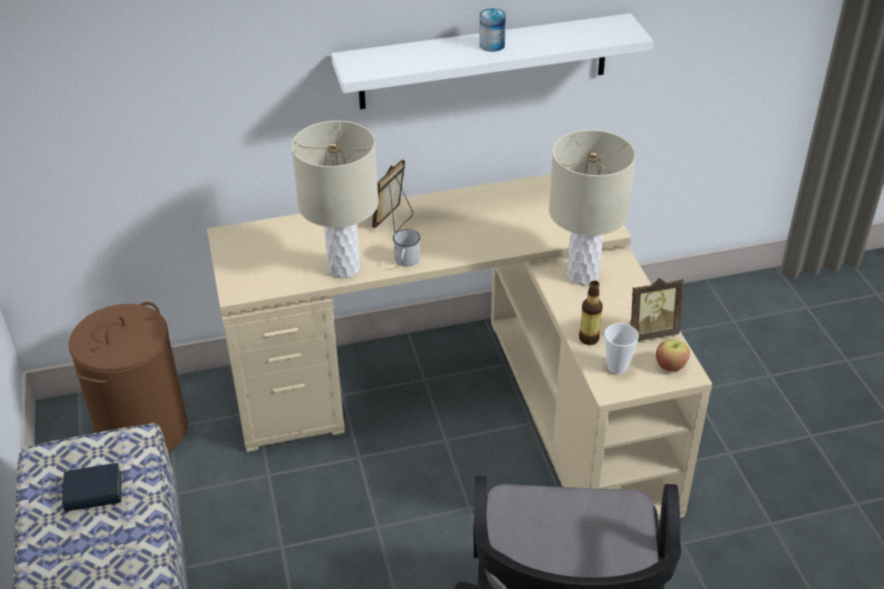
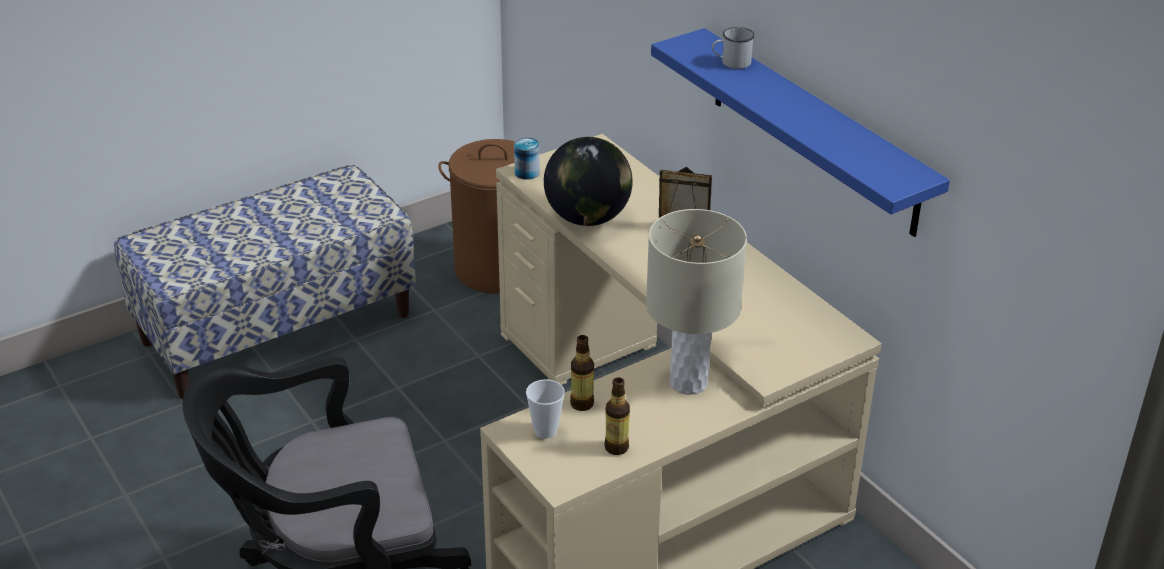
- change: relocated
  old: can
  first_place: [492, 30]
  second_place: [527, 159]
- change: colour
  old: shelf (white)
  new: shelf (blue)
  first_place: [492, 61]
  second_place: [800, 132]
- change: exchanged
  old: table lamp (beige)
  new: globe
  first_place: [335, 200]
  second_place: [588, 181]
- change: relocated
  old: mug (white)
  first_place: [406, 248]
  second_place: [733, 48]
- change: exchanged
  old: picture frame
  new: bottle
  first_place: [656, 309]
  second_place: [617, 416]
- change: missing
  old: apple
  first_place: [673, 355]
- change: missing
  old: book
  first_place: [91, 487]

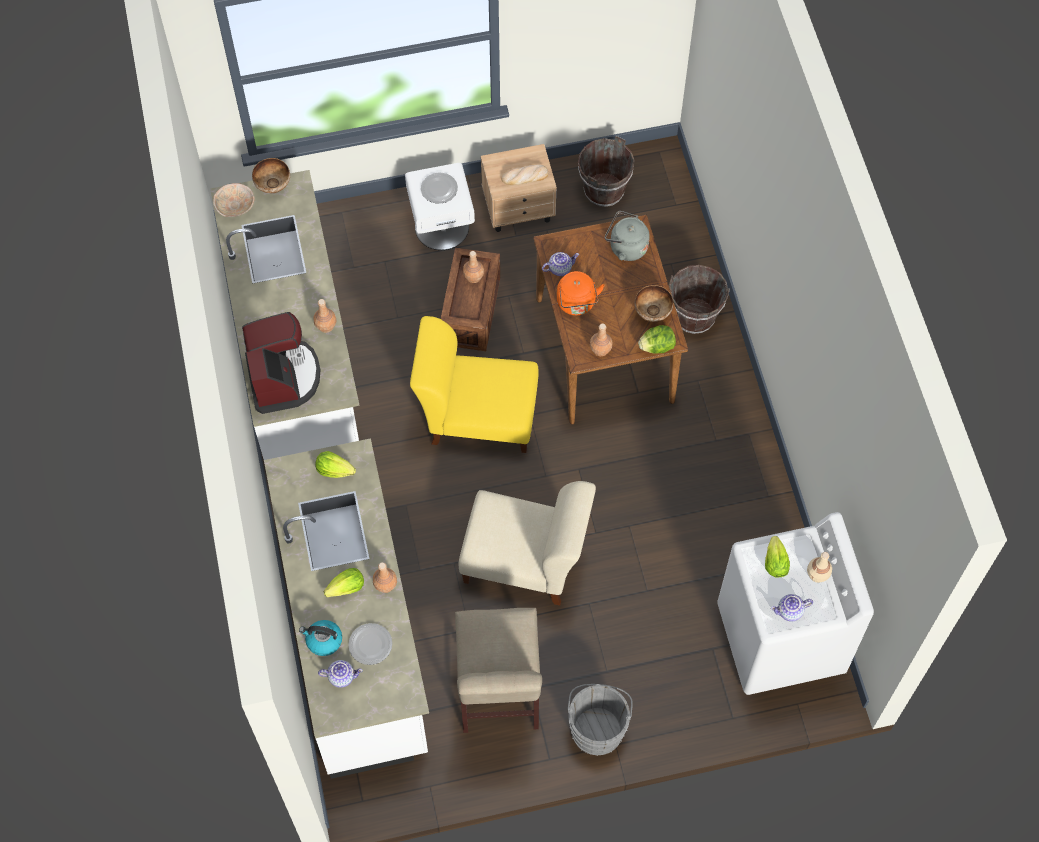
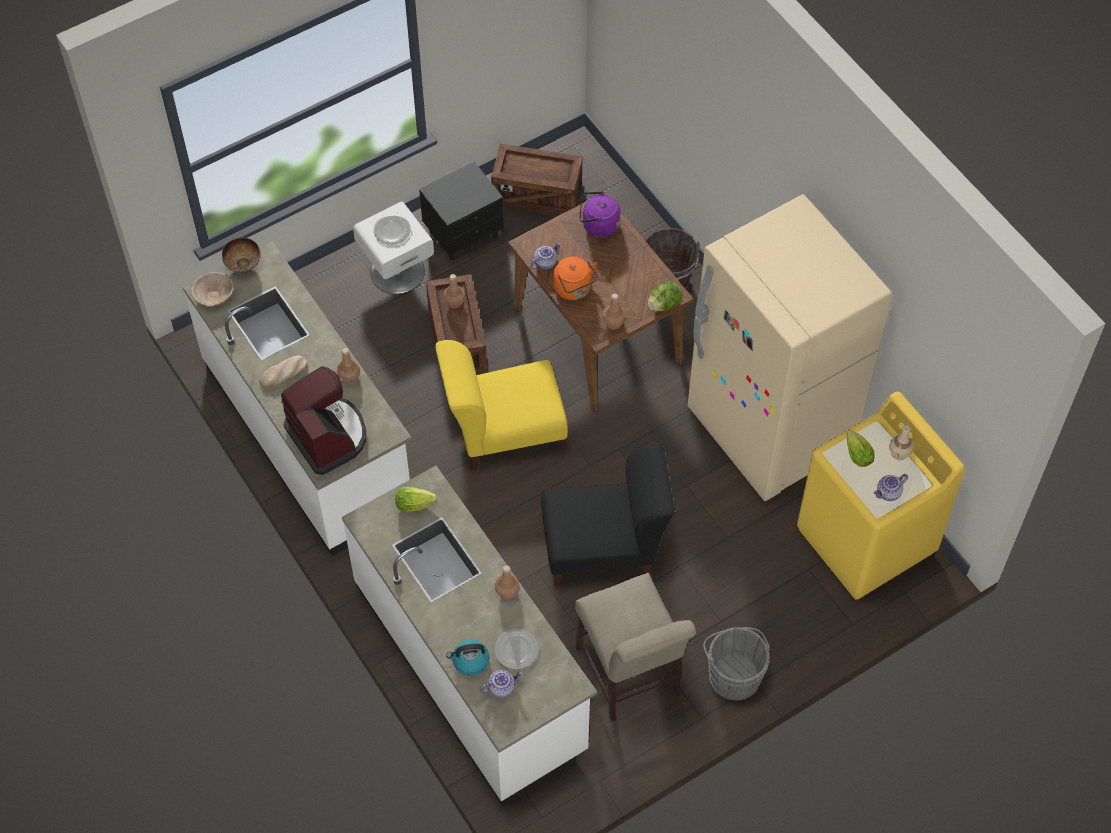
- change: exchanged
  old: bucket (brown)
  new: crate
  first_place: [606, 171]
  second_place: [536, 179]
- change: colour
  old: nightstand (beige)
  new: nightstand (black)
  first_place: [519, 188]
  second_place: [461, 211]
- change: relocated
  old: bread
  first_place: [525, 174]
  second_place: [283, 371]
- change: colour
  old: kettle (grey)
  new: kettle (purple)
  first_place: [627, 236]
  second_place: [600, 214]
- change: missing
  old: bowl
  first_place: [654, 303]
- change: colour
  old: chair (beige)
  new: chair (black)
  first_place: [527, 543]
  second_place: [608, 514]
- change: colour
  old: washing machine (white)
  new: washing machine (yellow)
  first_place: [796, 603]
  second_place: [881, 496]
- change: missing
  old: lettuce
  first_place: [344, 582]
- change: appeared
  new: fridge (beige)
  second_place: [790, 347]

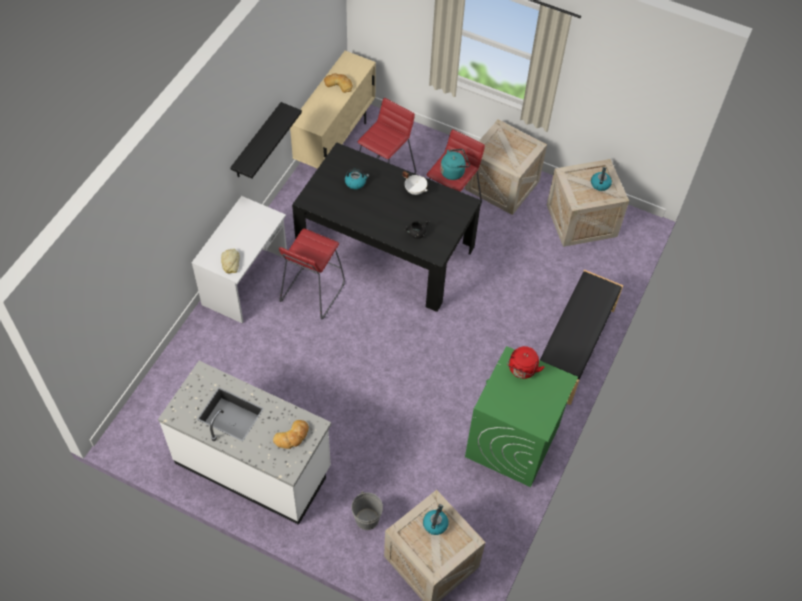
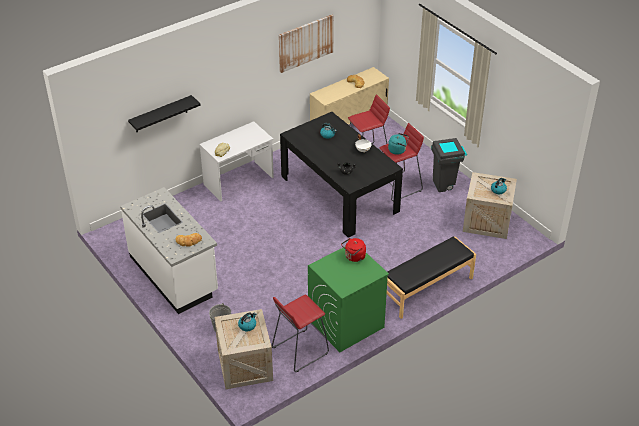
- change: relocated
  old: shelf (black)
  first_place: [266, 140]
  second_place: [164, 113]
- change: exchanged
  old: crate
  new: trash can (grey)
  first_place: [506, 167]
  second_place: [449, 165]
- change: relocated
  old: stool (red)
  first_place: [312, 273]
  second_place: [300, 333]
- change: appeared
  new: picture
  second_place: [306, 43]

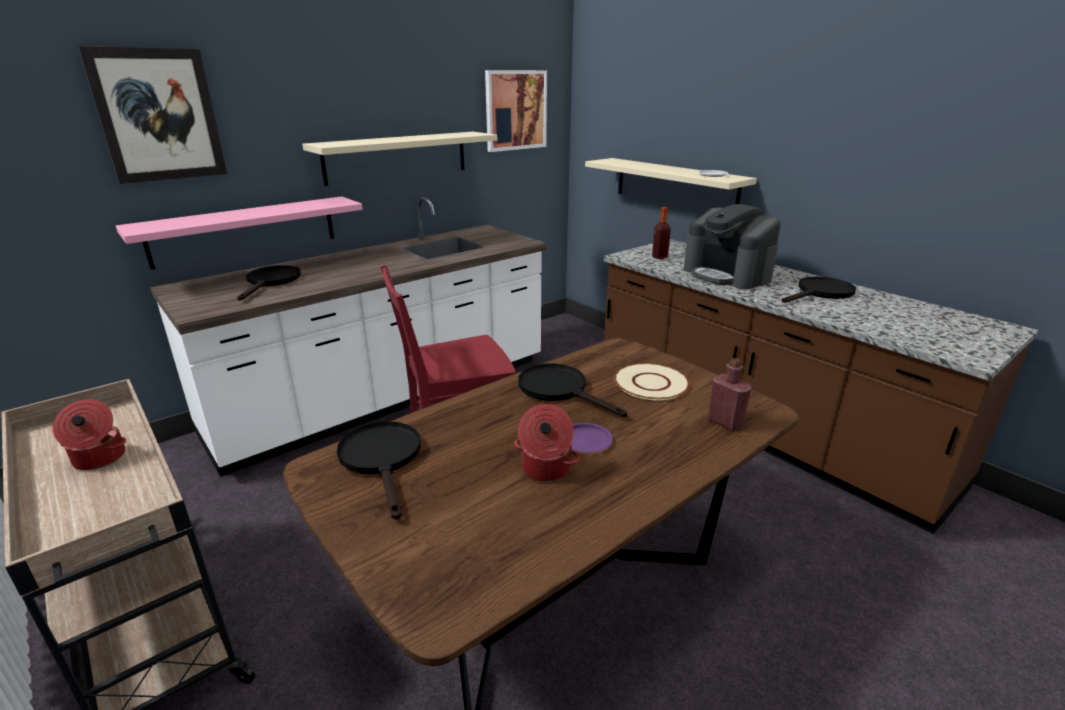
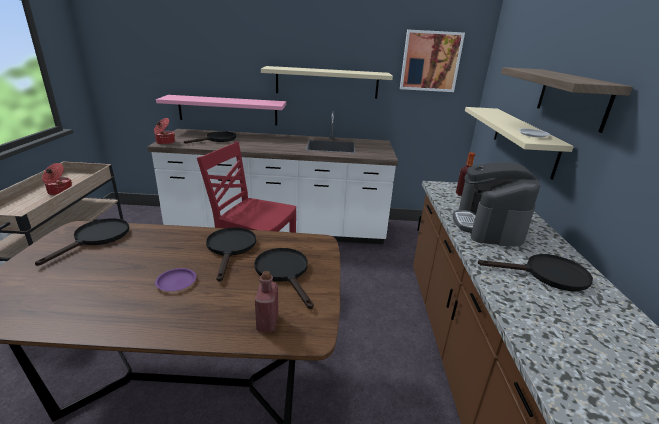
- change: missing
  old: picture
  first_place: [152, 115]
- change: exchanged
  old: plate (beige)
  new: frying pan (black)
  first_place: [652, 382]
  second_place: [284, 278]
- change: relocated
  old: cooking pot
  first_place: [547, 443]
  second_place: [164, 131]
- change: appeared
  new: shelf
  second_place: [567, 100]

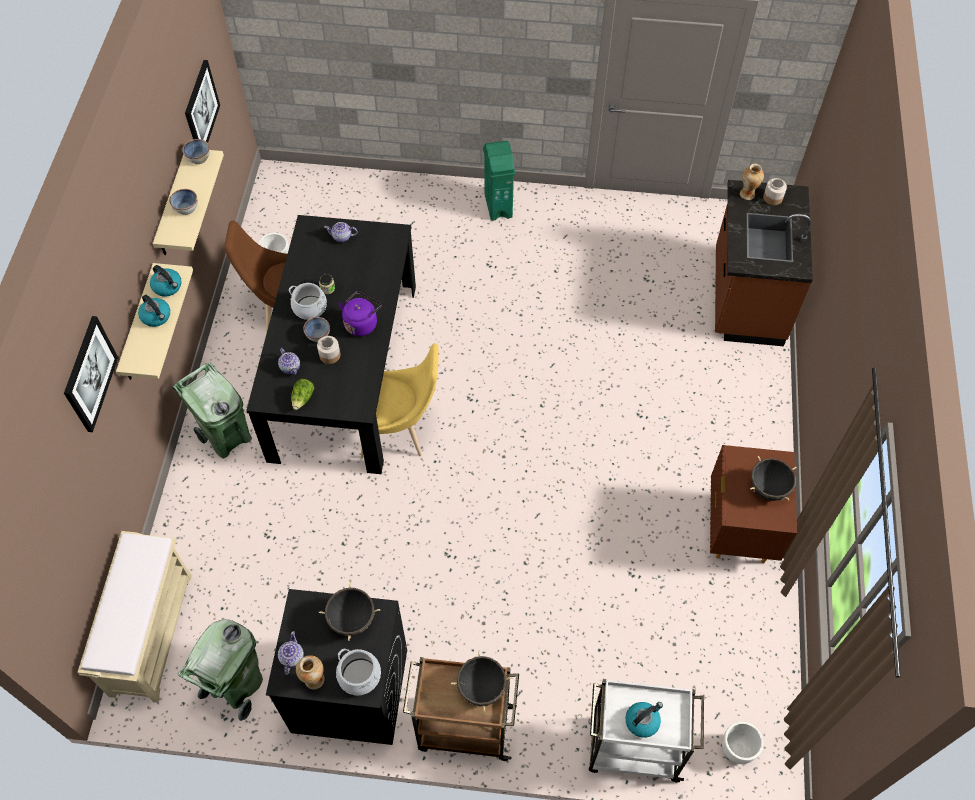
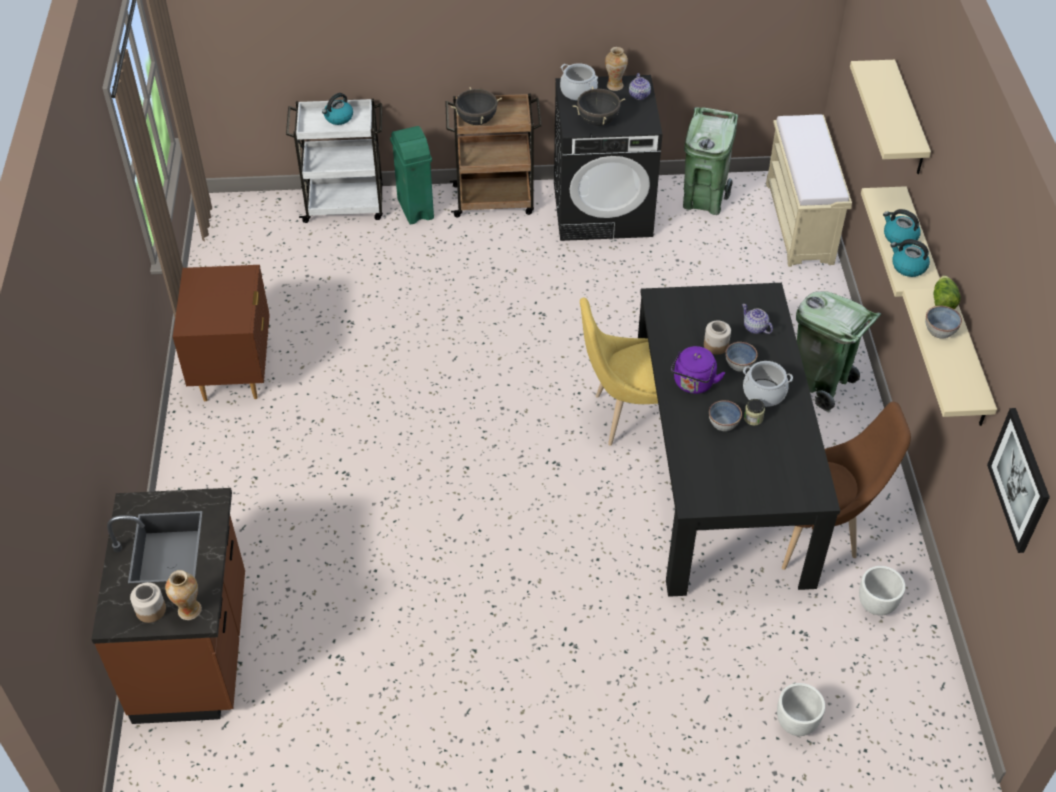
- change: relocated
  old: bowl
  first_place: [196, 151]
  second_place: [725, 415]
- change: relocated
  old: trash can (green)
  first_place: [499, 181]
  second_place: [412, 175]
- change: missing
  old: teapot
  first_place: [341, 232]
- change: exchanged
  old: picture
  new: shelf (beige)
  first_place: [91, 374]
  second_place: [890, 117]
- change: relocated
  old: lettuce
  first_place: [302, 394]
  second_place: [947, 292]
- change: missing
  old: cooking pot (black)
  first_place: [773, 478]
- change: relocated
  old: planter (white)
  first_place: [742, 743]
  second_place: [801, 709]

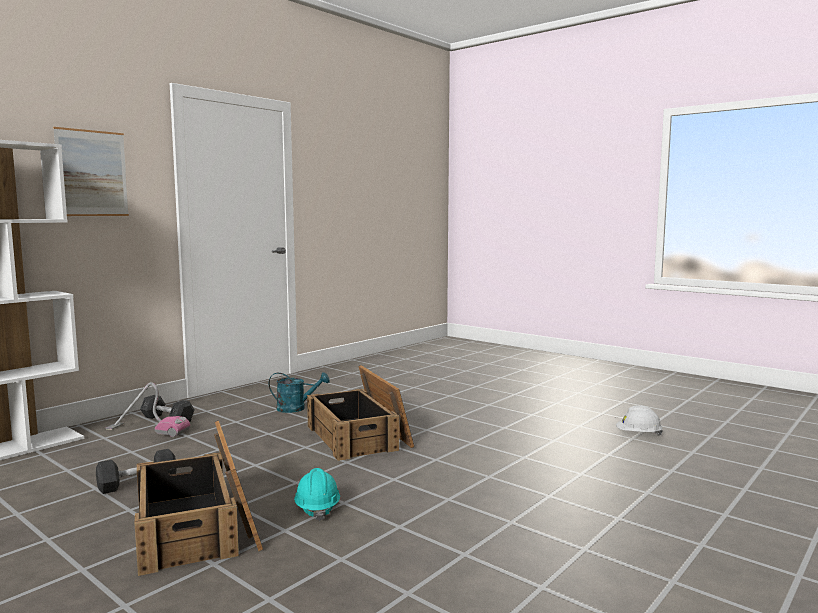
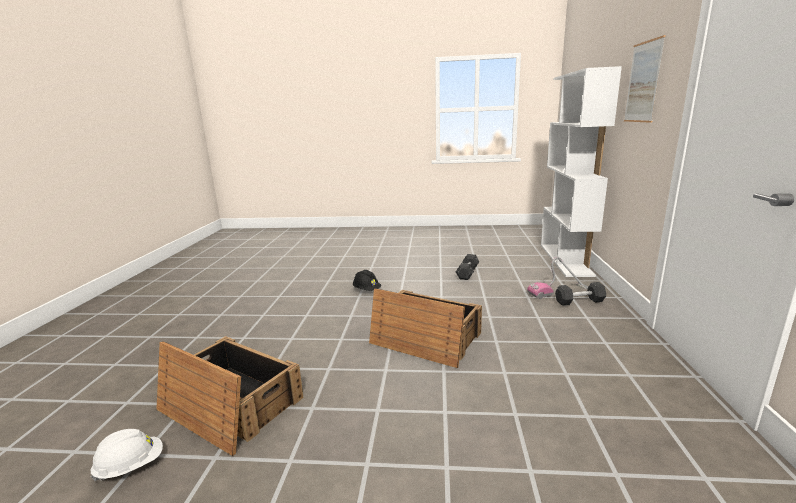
- change: missing
  old: watering can (turquoise)
  first_place: [299, 392]
- change: relocated
  old: crate
  first_place: [199, 498]
  second_place: [230, 396]
- change: colour
  old: hard hat (turquoise)
  new: hard hat (black)
  first_place: [317, 494]
  second_place: [367, 280]

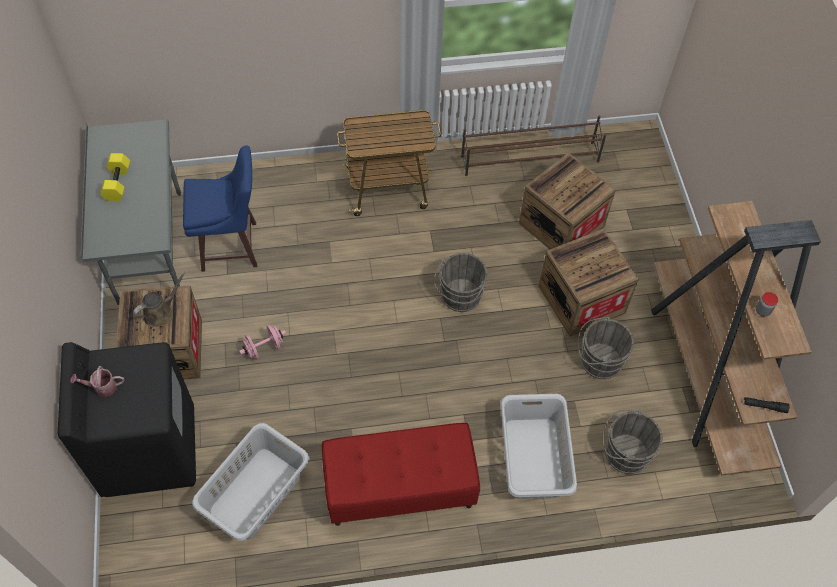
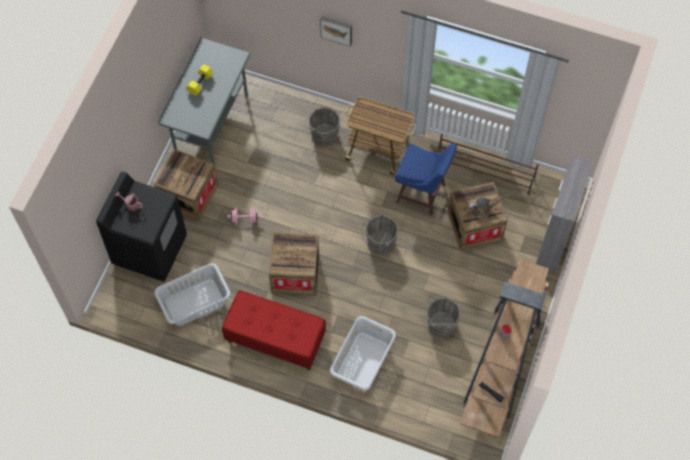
- change: relocated
  old: stool (blue)
  first_place: [220, 208]
  second_place: [426, 179]
- change: relocated
  old: crate
  first_place: [588, 283]
  second_place: [294, 263]
- change: relocated
  old: watering can (brown)
  first_place: [159, 299]
  second_place: [488, 207]
- change: relocated
  old: bucket (grey)
  first_place: [633, 442]
  second_place: [322, 126]
- change: appeared
  new: picture
  second_place: [336, 31]
- change: appeared
  new: cabinet (grey)
  second_place: [564, 214]

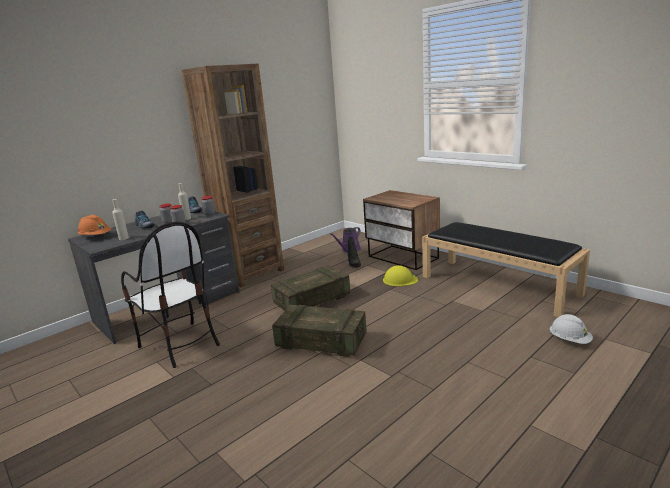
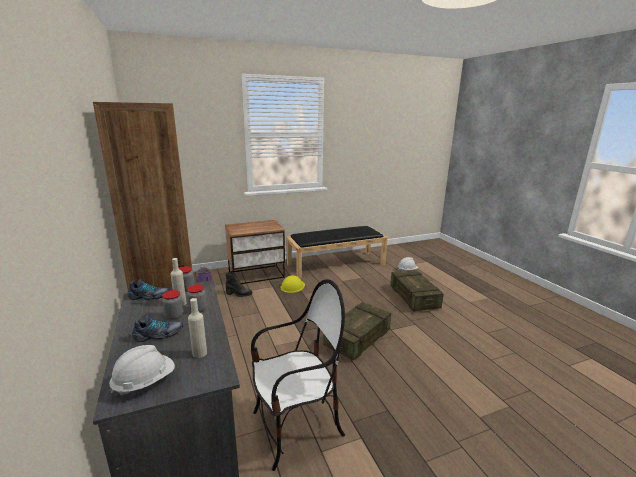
- change: colour
  old: hard hat (orange)
  new: hard hat (white)
  first_place: [94, 225]
  second_place: [142, 371]
- change: relocated
  old: crate
  first_place: [310, 288]
  second_place: [417, 290]

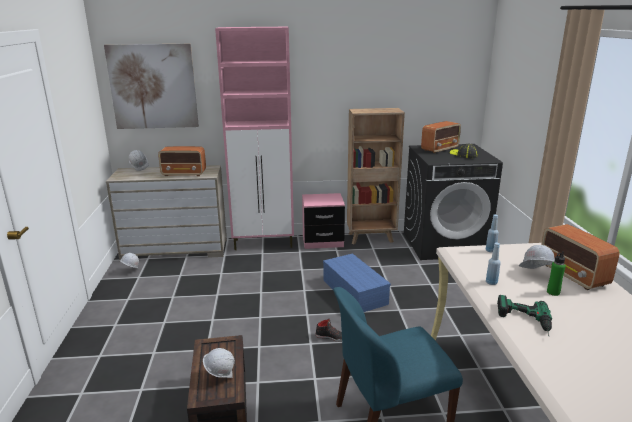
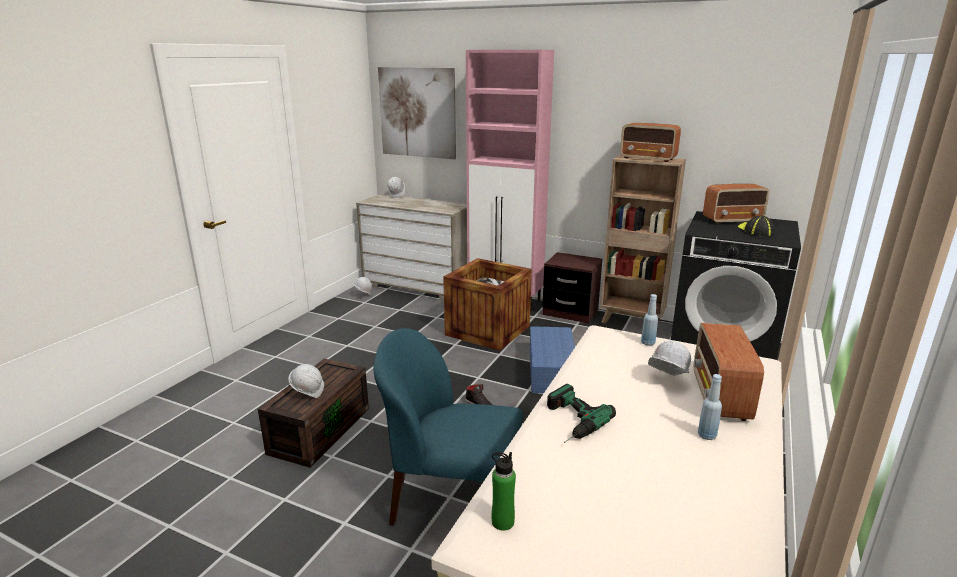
- change: relocated
  old: radio
  first_place: [182, 161]
  second_place: [650, 142]
- change: colour
  old: nightstand (pink)
  new: nightstand (brown)
  first_place: [323, 221]
  second_place: [572, 287]
- change: relocated
  old: bottle (blue)
  first_place: [493, 263]
  second_place: [710, 407]
- change: relocated
  old: bottle (green)
  first_place: [556, 273]
  second_place: [504, 491]
- change: appeared
  new: crate
  second_place: [487, 304]

